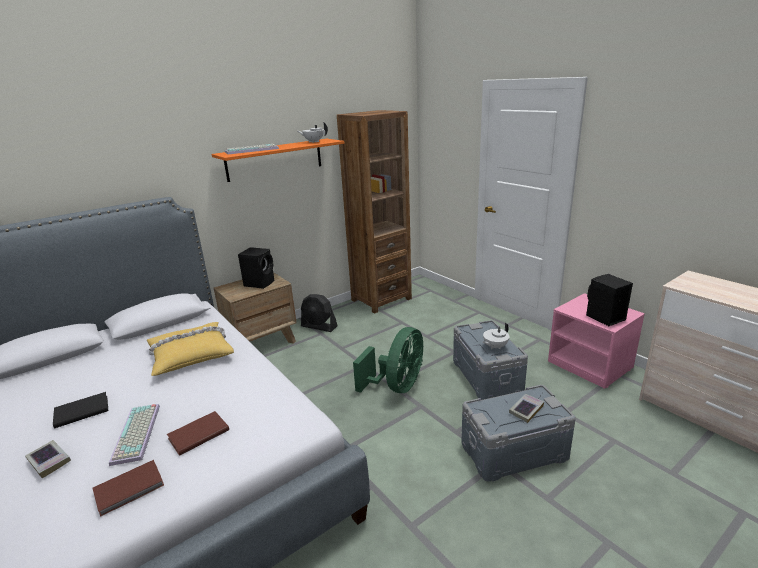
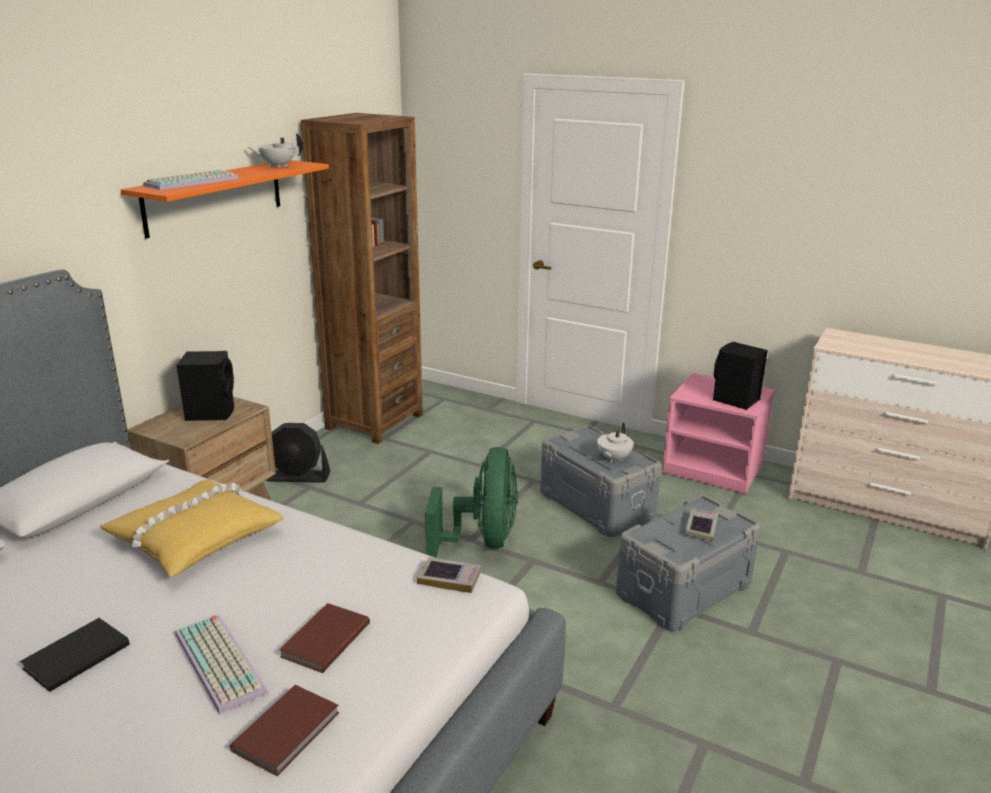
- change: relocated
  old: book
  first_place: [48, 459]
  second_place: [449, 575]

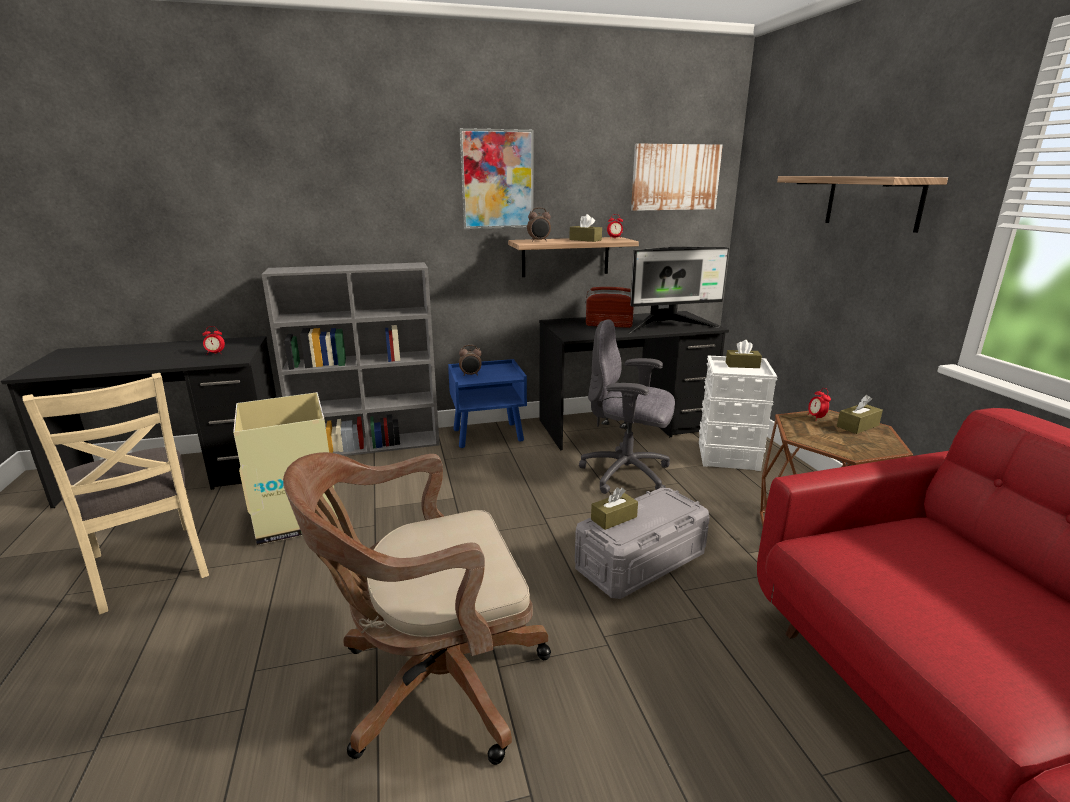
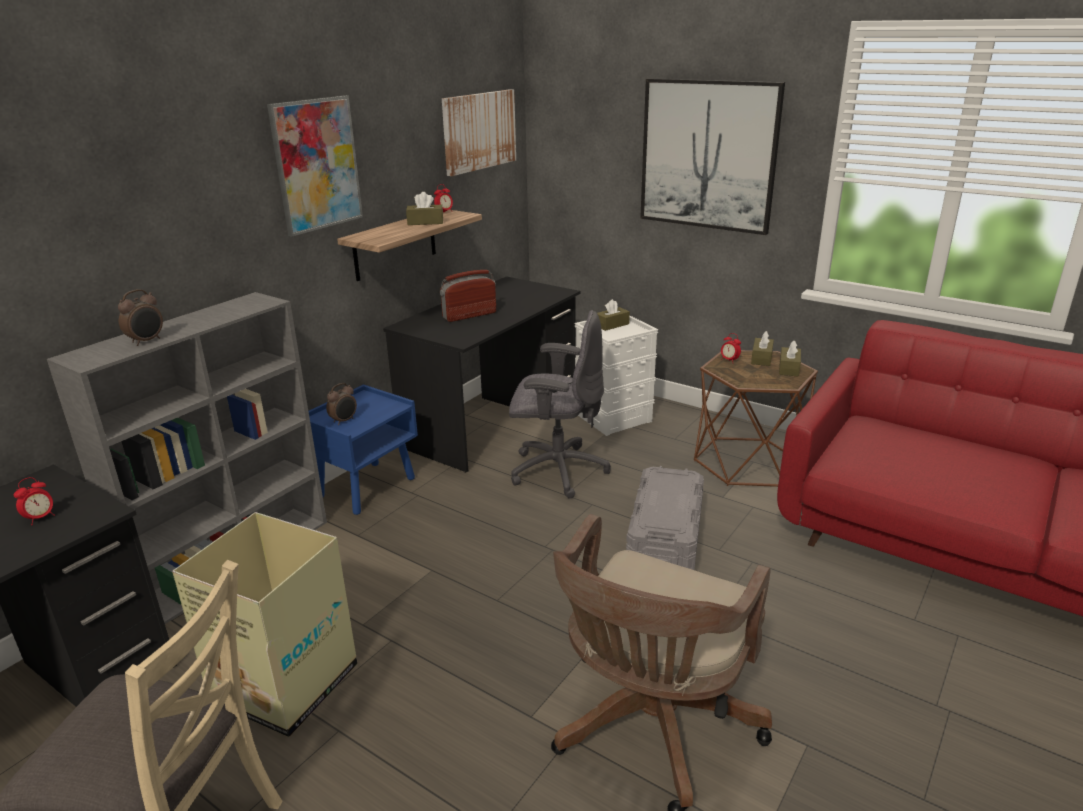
- change: exchanged
  old: shelf
  new: picture
  first_place: [862, 204]
  second_place: [712, 156]
- change: relocated
  old: alarm clock
  first_place: [539, 224]
  second_place: [140, 317]
- change: missing
  old: monitor
  first_place: [678, 290]
- change: spun
  old: office chair (grey)
  first_place: [627, 406]
  second_place: [560, 404]
  degrees: -150
- change: relocated
  old: tissue box (brown)
  first_place: [614, 509]
  second_place: [790, 358]

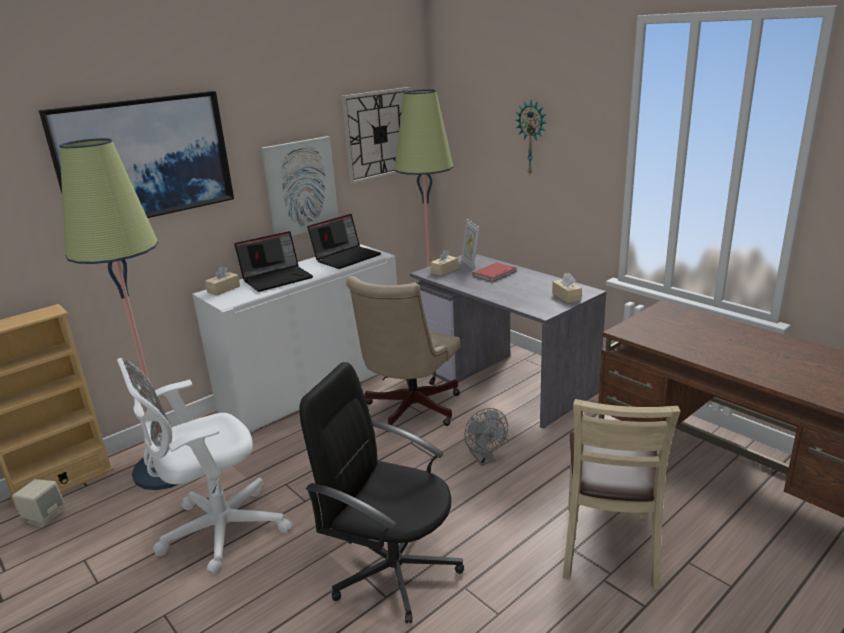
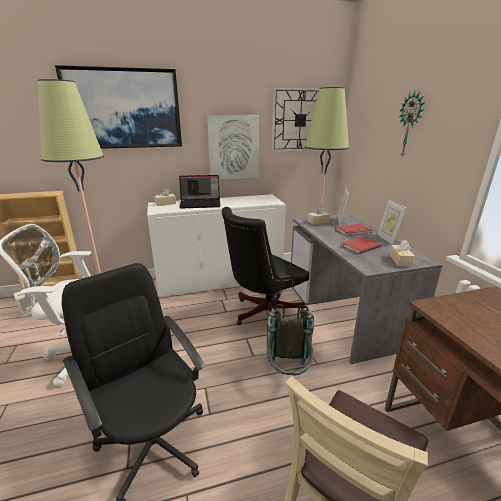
- change: missing
  old: laptop
  first_place: [344, 241]
- change: colour
  old: office chair (beige)
  new: office chair (black)
  first_place: [403, 354]
  second_place: [265, 266]
- change: exchanged
  old: fan (grey)
  new: backpack (grey)
  first_place: [486, 437]
  second_place: [289, 339]
- change: appeared
  new: picture frame
  second_place: [391, 222]
- change: appeared
  new: book (red)
  second_place: [361, 245]

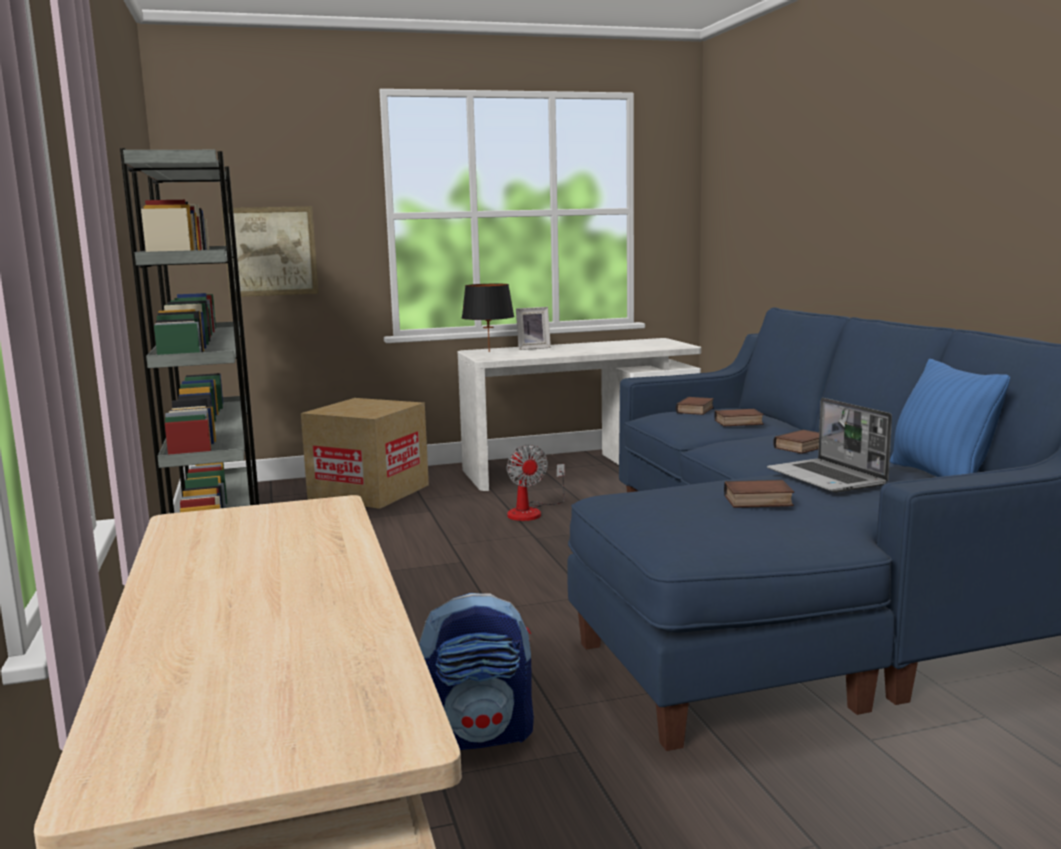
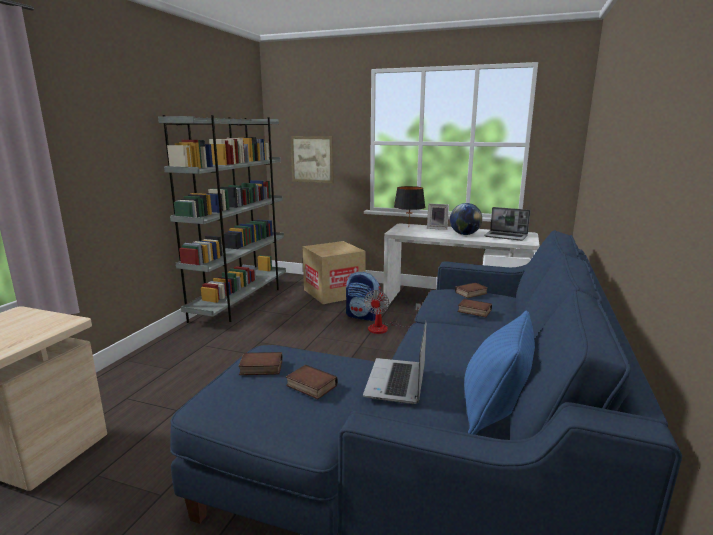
- change: relocated
  old: book
  first_place: [796, 442]
  second_place: [260, 363]
- change: relocated
  old: backpack
  first_place: [476, 671]
  second_place: [363, 296]
- change: appeared
  new: globe
  second_place: [466, 219]
- change: appeared
  new: laptop
  second_place: [507, 224]

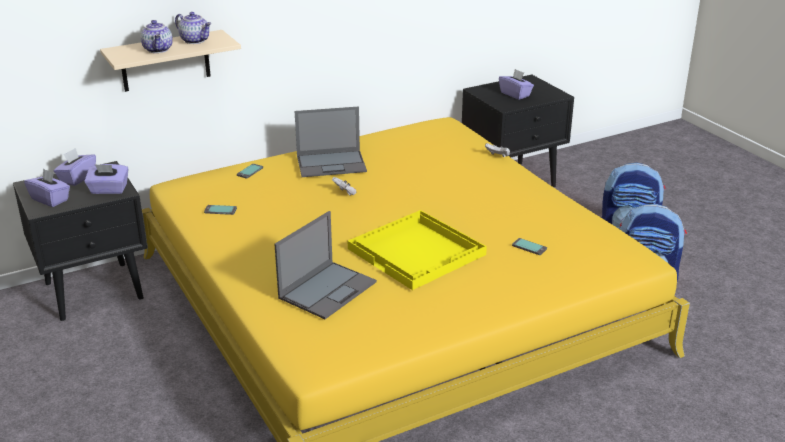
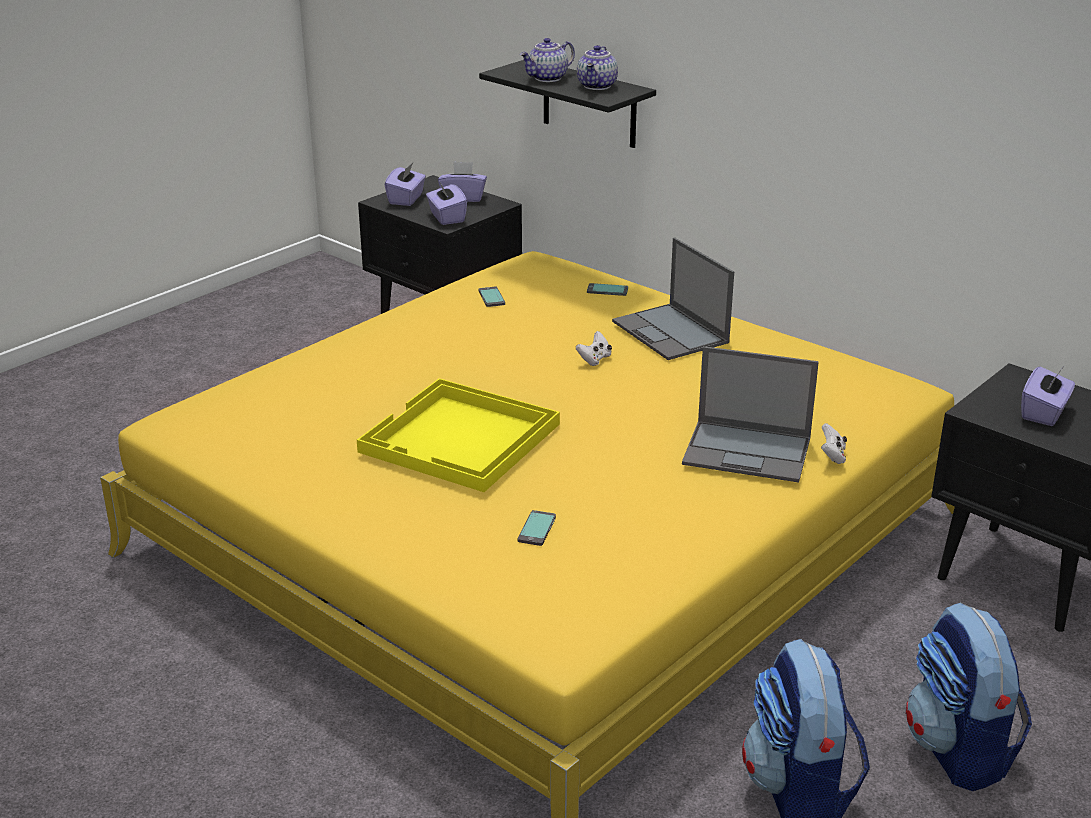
- change: colour
  old: shelf (beige)
  new: shelf (black)
  first_place: [170, 61]
  second_place: [567, 104]
- change: relocated
  old: laptop
  first_place: [326, 265]
  second_place: [750, 414]

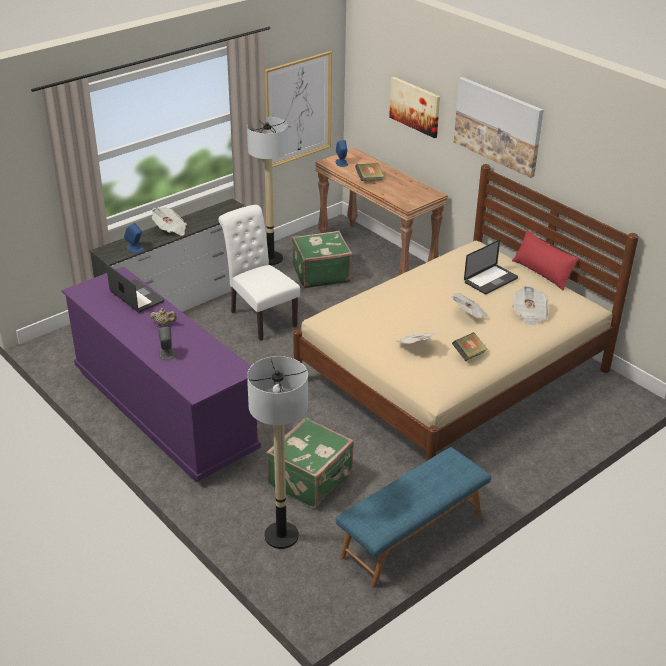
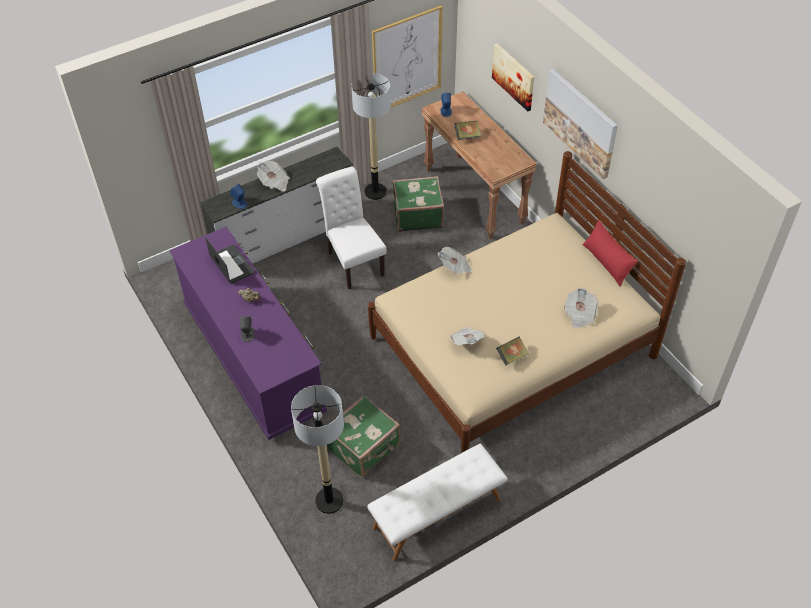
- change: missing
  old: laptop
  first_place: [491, 267]
- change: relocated
  old: newspaper
  first_place: [470, 306]
  second_place: [455, 260]
- change: colour
  old: bench (blue)
  new: bench (white)
  first_place: [413, 517]
  second_place: [437, 502]

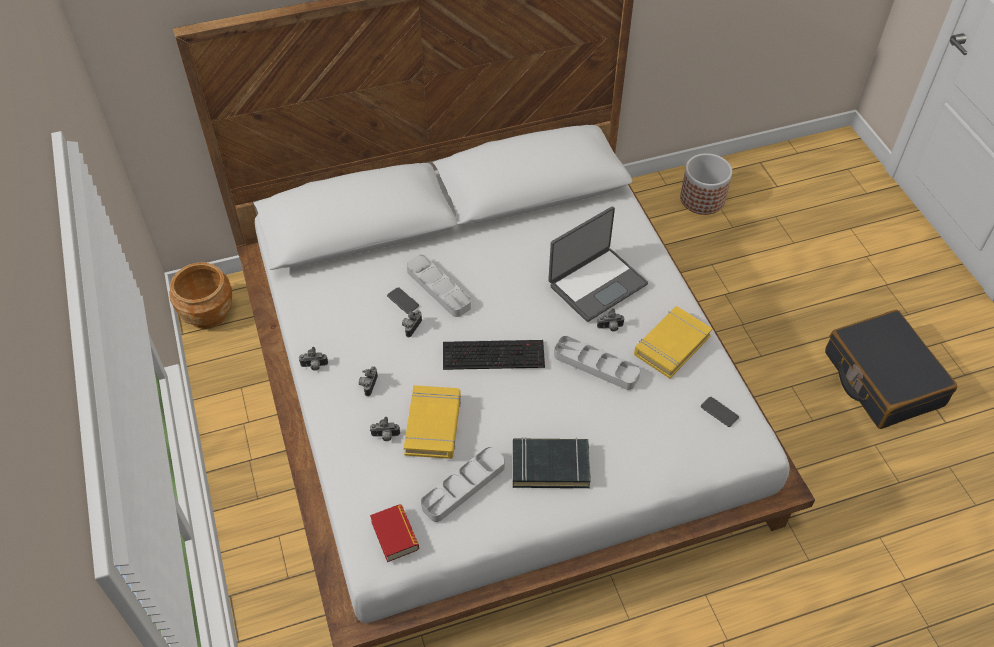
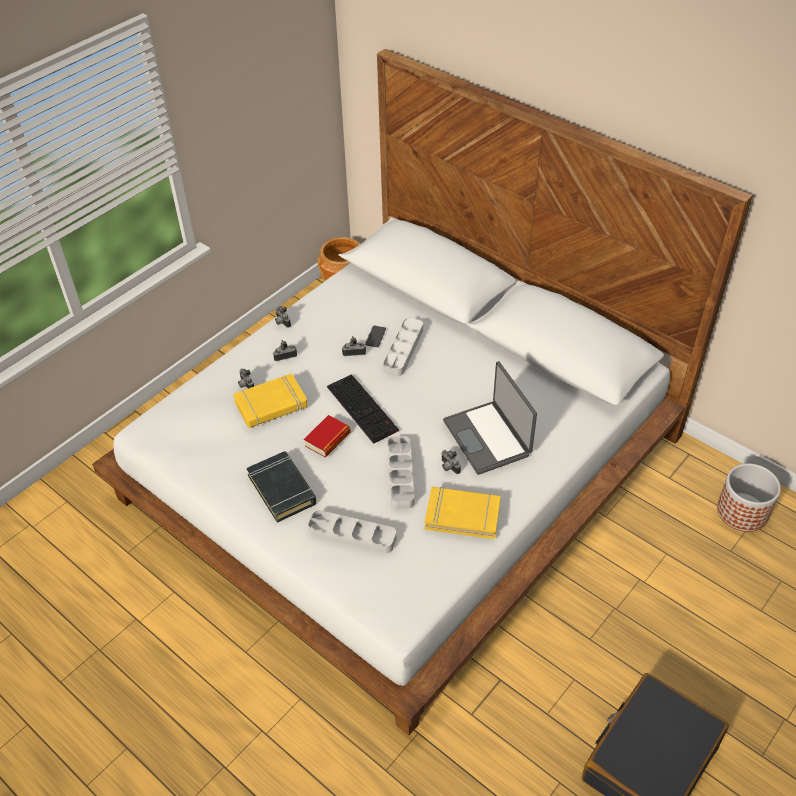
- change: spun
  old: laptop
  first_place: [598, 264]
  second_place: [490, 418]
  degrees: 45
- change: missing
  old: phone
  first_place: [720, 412]
- change: relocated
  old: tray (grey)
  first_place: [463, 484]
  second_place: [352, 531]
- change: relocated
  old: book
  first_place: [394, 533]
  second_place: [327, 436]

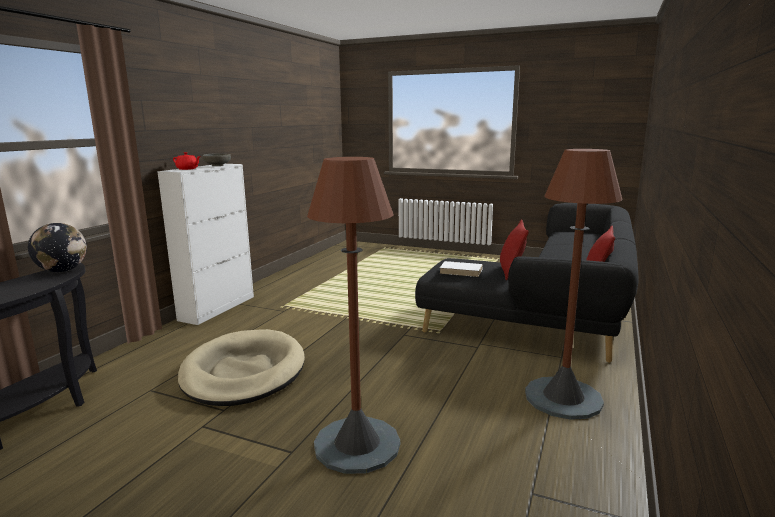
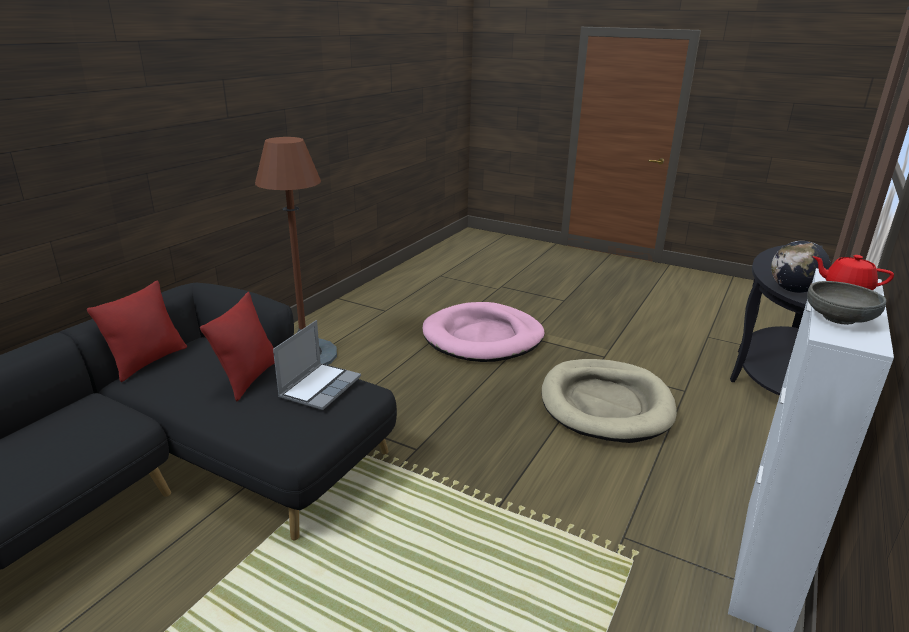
- change: exchanged
  old: floor lamp (brown)
  new: dog bed (pink)
  first_place: [353, 315]
  second_place: [483, 332]
- change: exchanged
  old: book (white)
  new: laptop
  first_place: [461, 269]
  second_place: [317, 365]

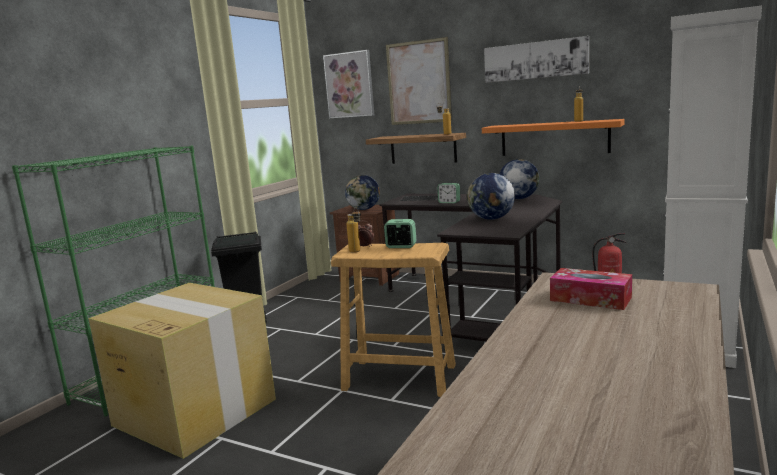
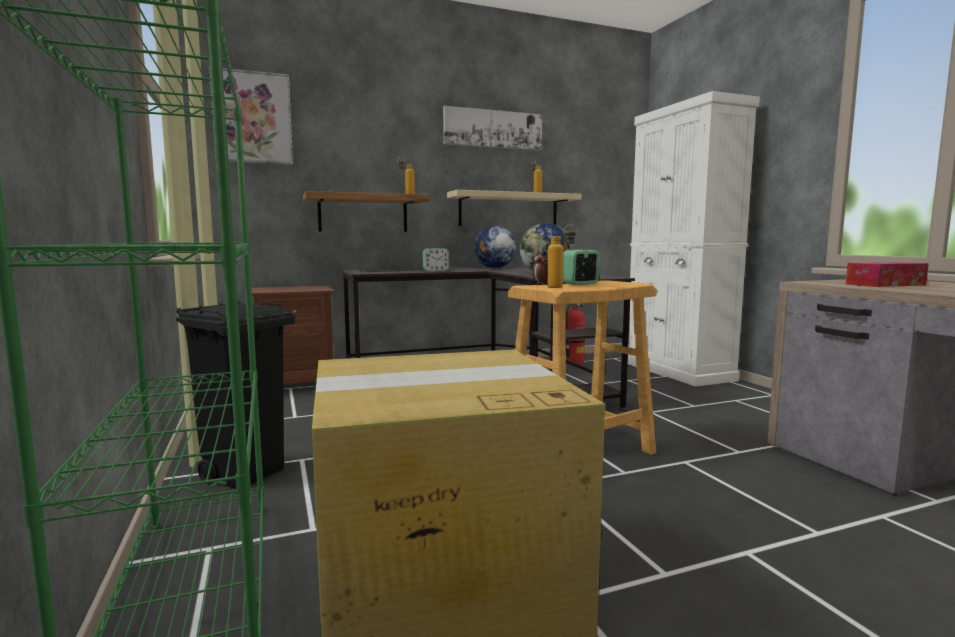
- change: missing
  old: picture
  first_place: [419, 81]
- change: colour
  old: shelf (orange)
  new: shelf (beige)
  first_place: [553, 137]
  second_place: [514, 208]
- change: missing
  old: globe
  first_place: [362, 192]

